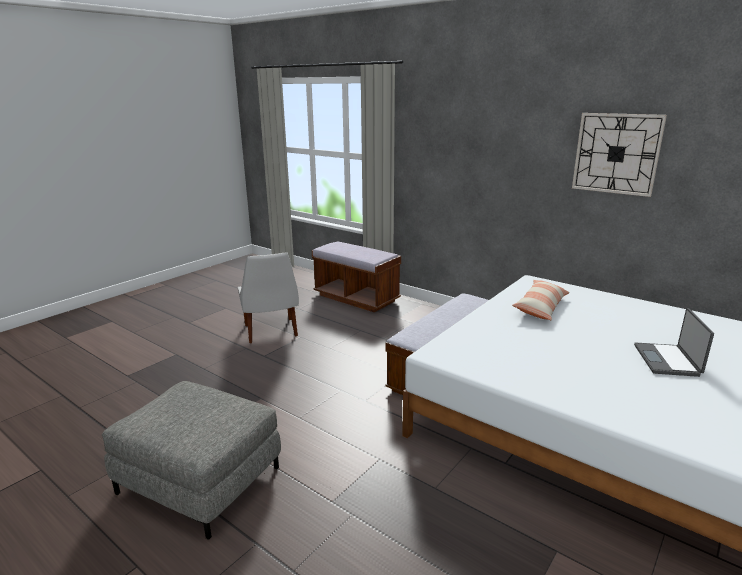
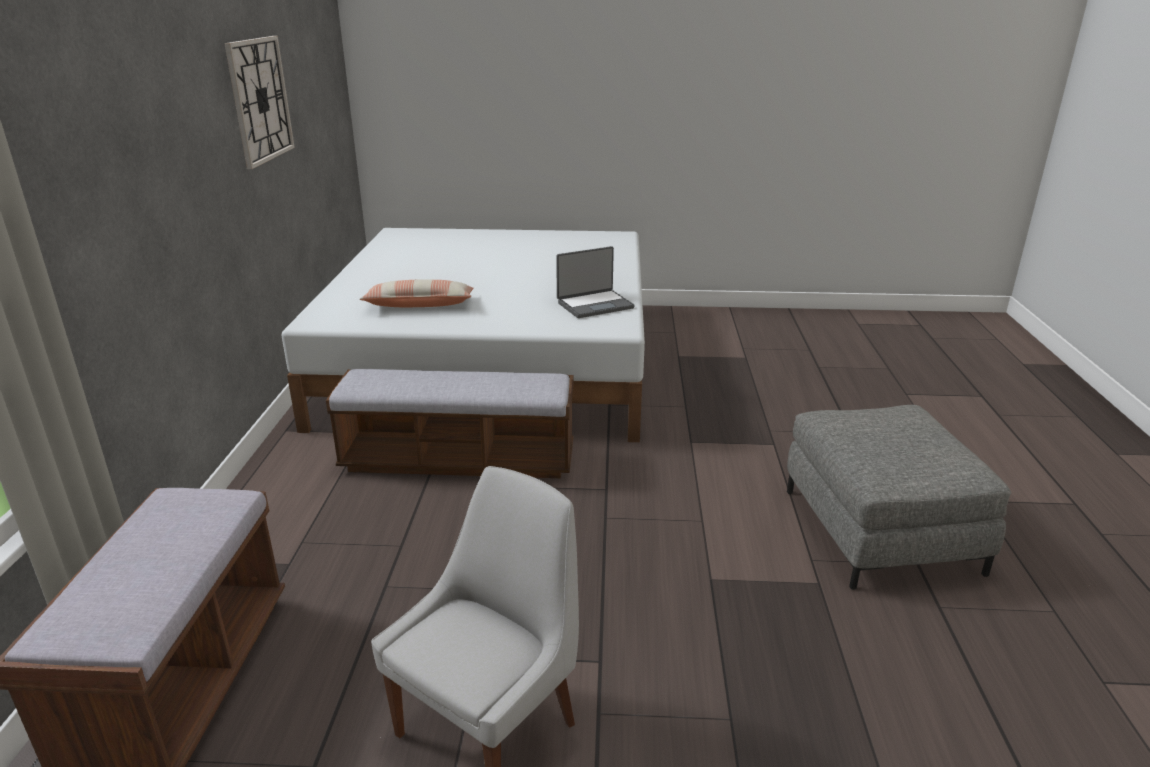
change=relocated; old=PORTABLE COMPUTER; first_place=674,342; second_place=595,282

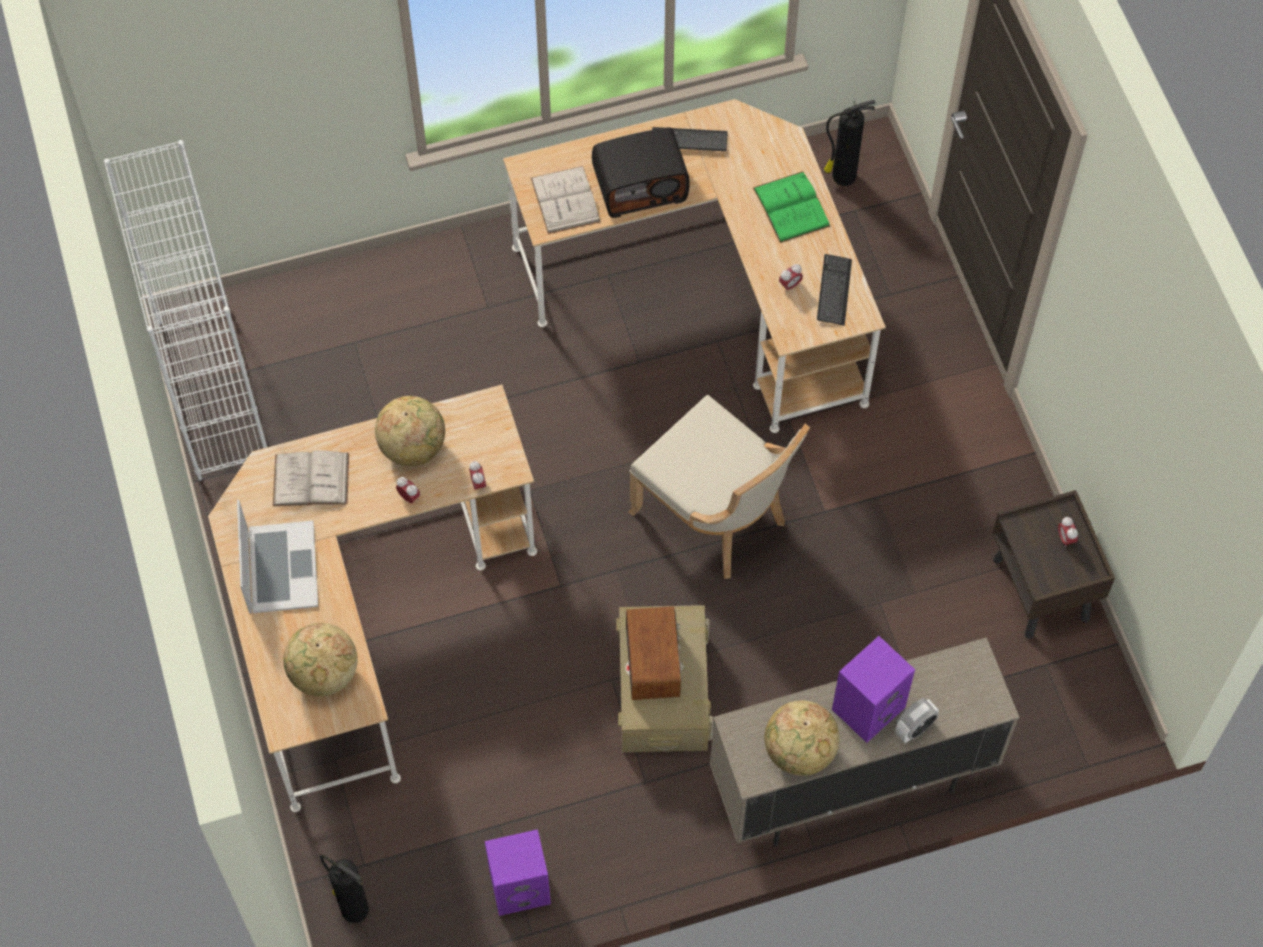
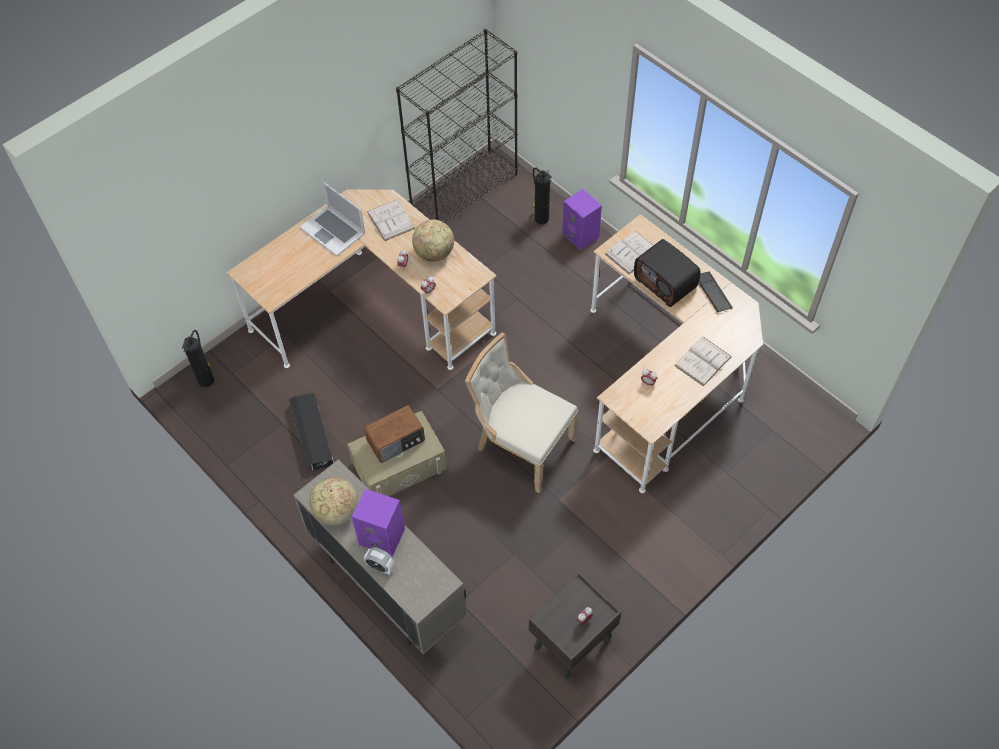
change=relocated; old=FIRE-FIGHTING CYLINDER; first_place=850,143; second_place=542,195
change=colour; old=WHITE BOOKSHELF; new=BLACK BOOKSHELF; first_place=185,310; second_place=457,126
change=colour; old=GREEN-COLOURED VOLUME; new=WHITE VOLUME; first_place=791,207; second_place=703,362
change=missing; old=KEYBOARD; first_place=834,290
change=spun; old=BEIGE-COLOURED PLAIN CHAIR; first_place=719,487; second_place=521,413; degrees=105
change=spun; old=PORTABLE COMPUTER; first_place=277,557; second_place=332,219; degrees=75
change=missing; old=DESK GLOBE; first_place=320,659
change=relocated; old=PURPLE-COLOURED LOUDSPEAKER; first_place=518,872; second_place=582,219
change=appeared; new=BLACK STORAGE CONTAINER; second_place=311,432

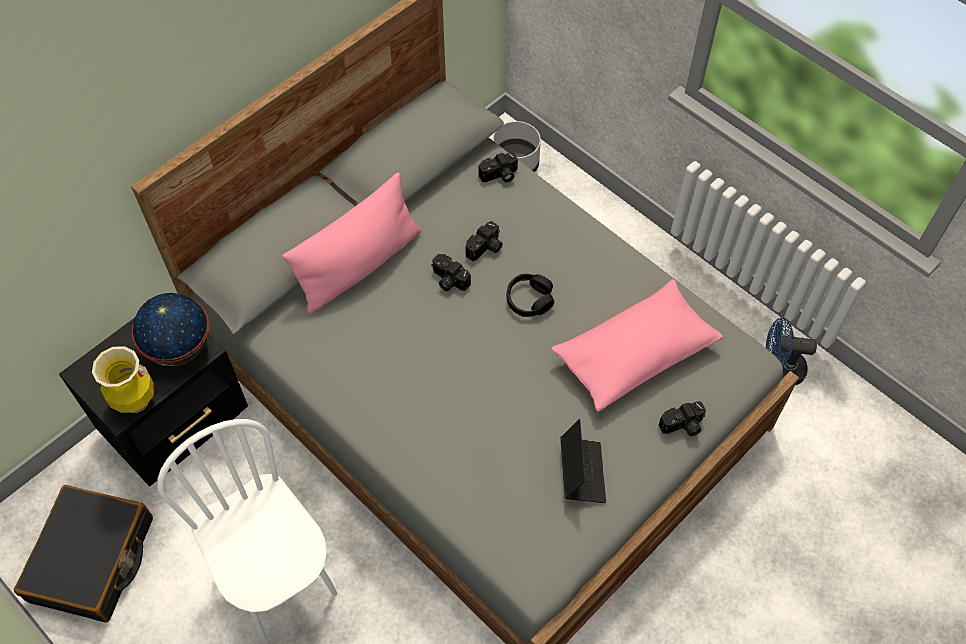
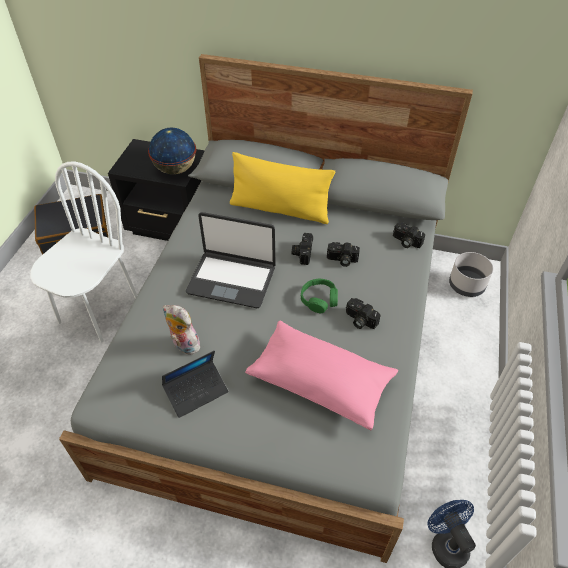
change=colour; old=PINKISH CUSHION; new=YELLOWISH CUSHION; first_place=351,243; second_place=282,188
change=colour; old=BLACK HEADPHONES; new=GREEN-COLOURED HEADPHONES; first_place=530,295; second_place=319,296
change=missing; old=DECORATIVE VASE; first_place=123,379
change=relocated; old=PHOTO CAMERA; first_place=682,418; second_place=363,313
change=appeared; new=PORTABLE COMPUTER; second_place=231,260
change=appeared; new=CUDDLY TOY; second_place=182,330

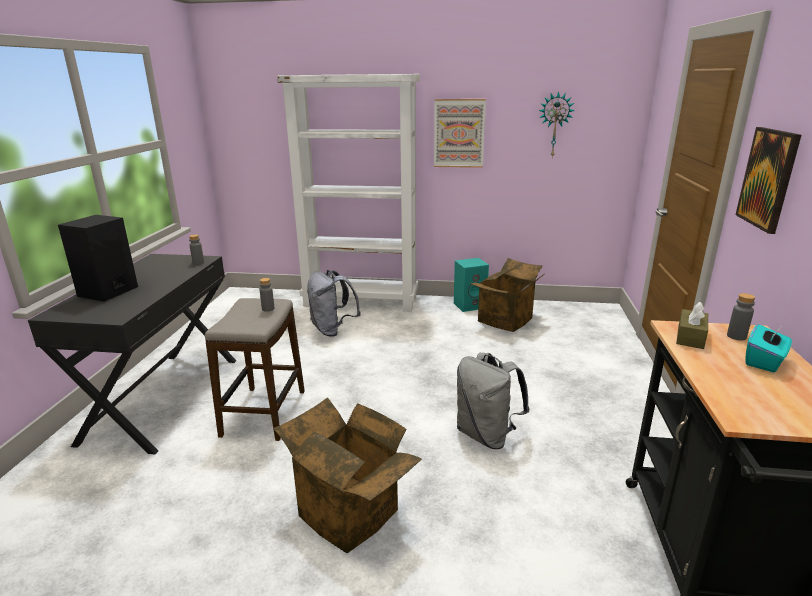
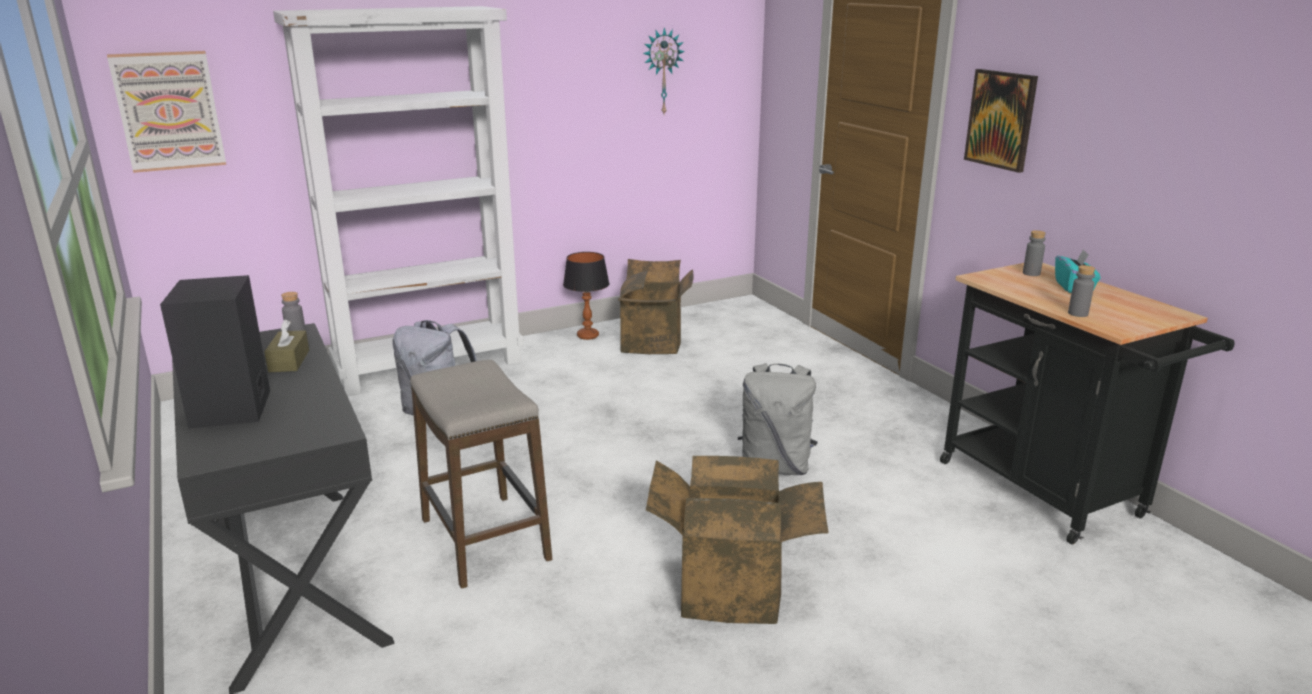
change=relocated; old=WALL ART; first_place=460,133; second_place=166,112
change=exchanged; old=BLUE-GREEN LOUDSPEAKER; new=LAMP FOR A TABLE; first_place=471,285; second_place=586,296
change=relocated; old=GREYISH BEVERAGE BOTTLE; first_place=267,295; second_place=1081,291
change=relocated; old=BROWNISH TISSUE BOX; first_place=692,325; second_place=286,346

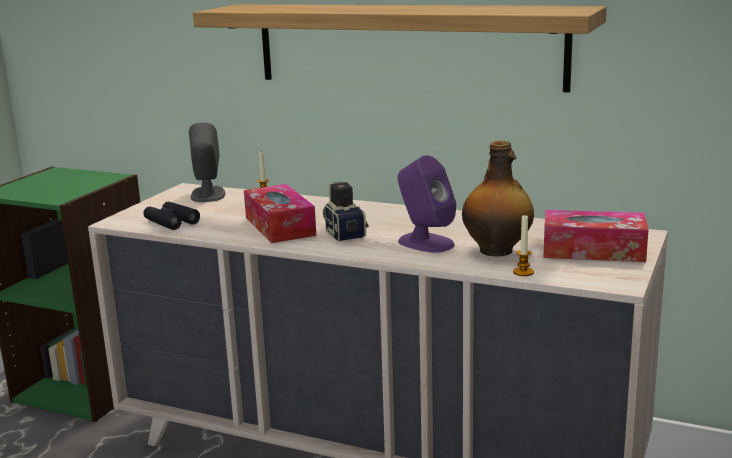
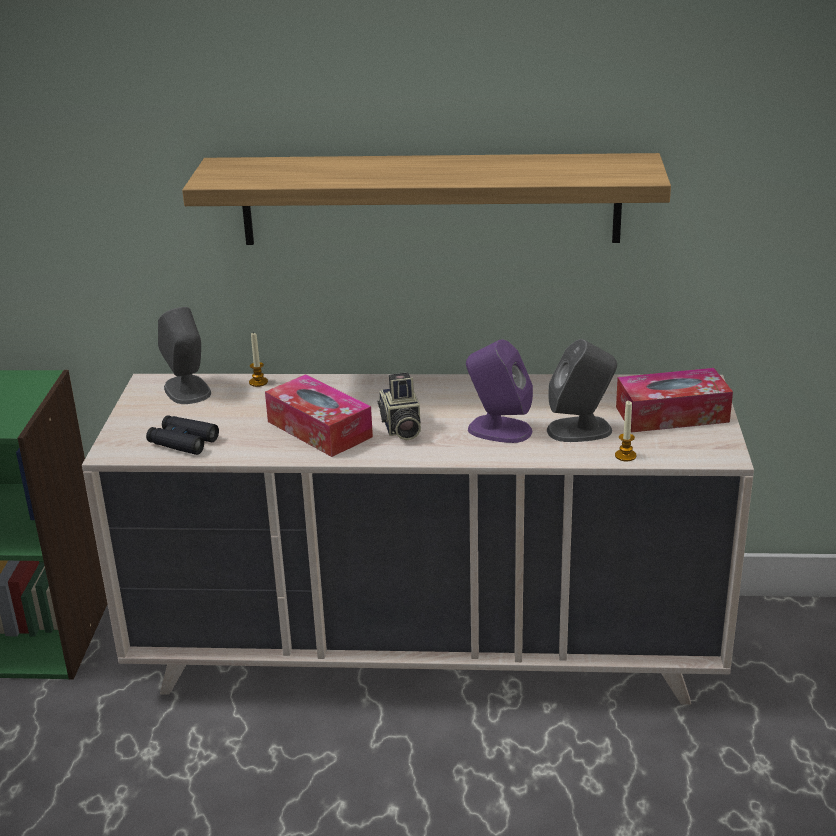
change=exchanged; old=BEVERAGE BOTTLE; new=GREYISH LOUDSPEAKER; first_place=498,198; second_place=582,390
change=spun; old=PHOTO CAMERA; first_place=345,211; second_place=399,406; degrees=-150

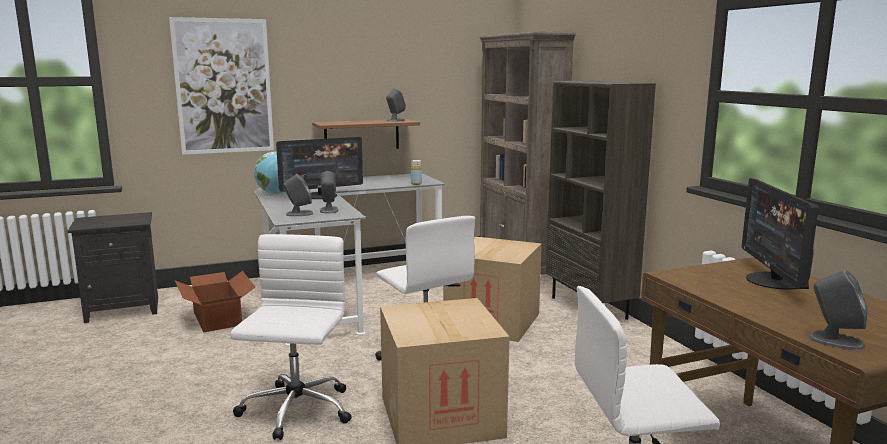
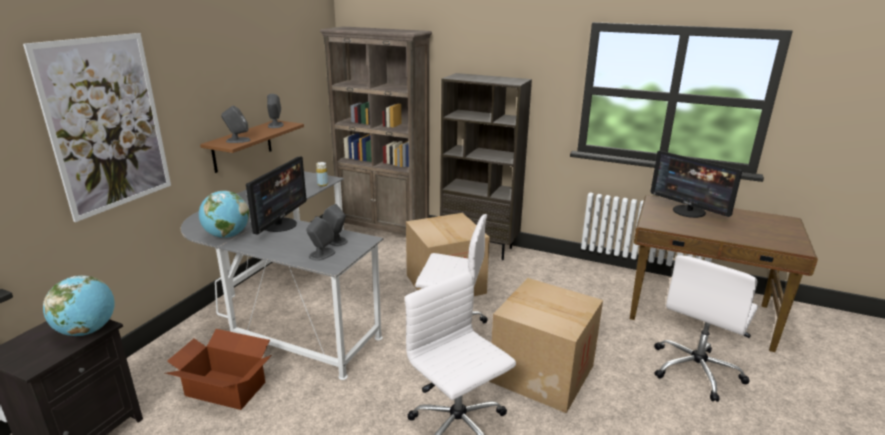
change=relocated; old=GREYISH LOUDSPEAKER; first_place=838,310; second_place=235,124
change=appeared; new=DESK GLOBE; second_place=79,306

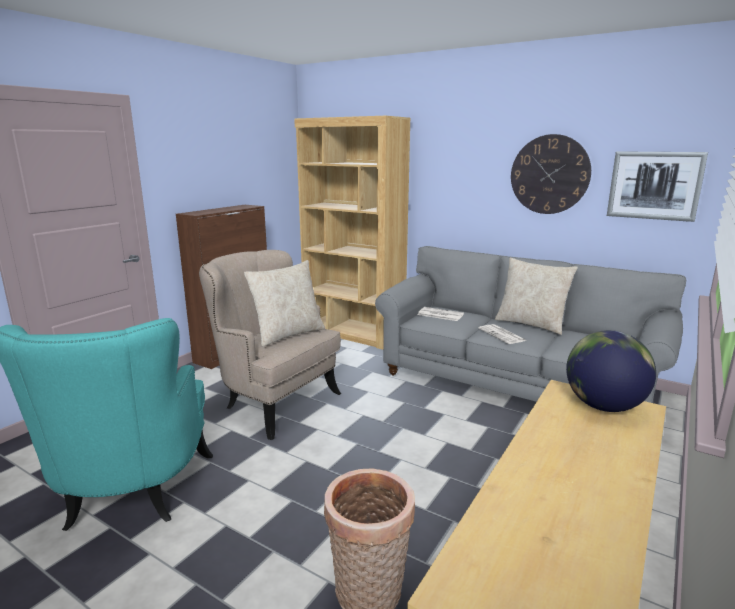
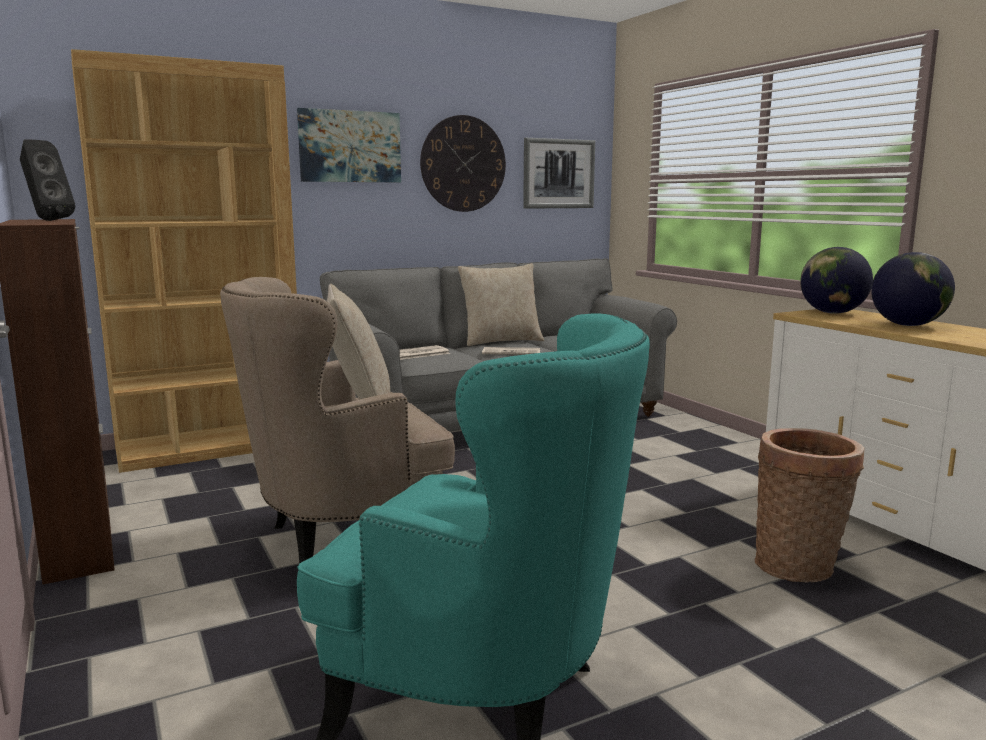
change=appeared; new=WALL ART; second_place=349,145
change=appeared; new=BLACK LOUDSPEAKER; second_place=47,180
change=appeared; new=DESK GLOBE; second_place=913,289

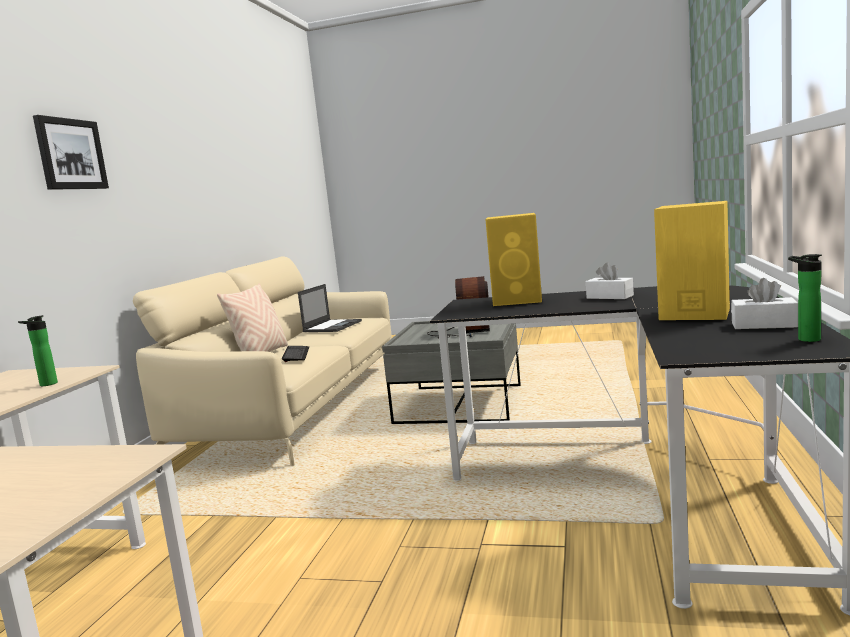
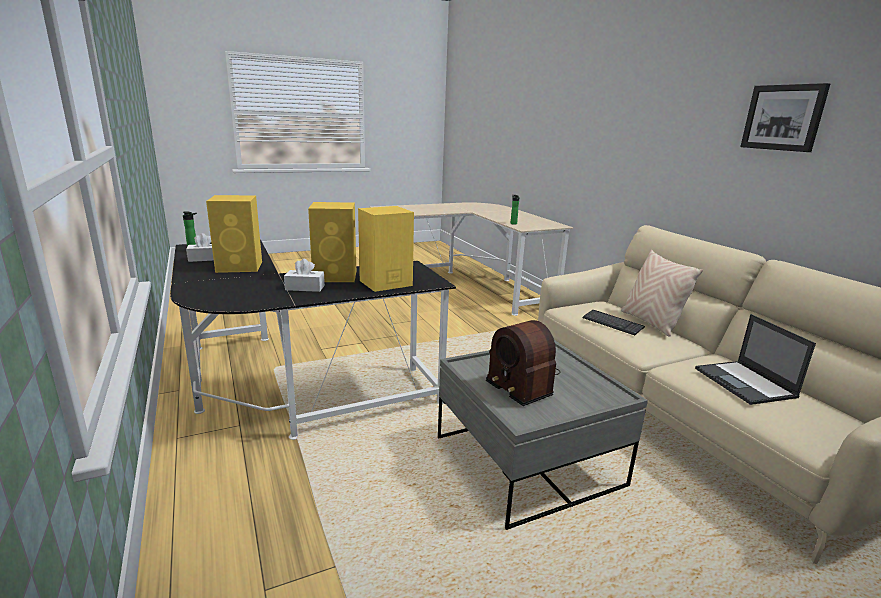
change=relocated; old=WALL ART; first_place=71,152; second_place=785,117
change=appeared; new=YELLOWISH LOUDSPEAKER; second_place=332,242

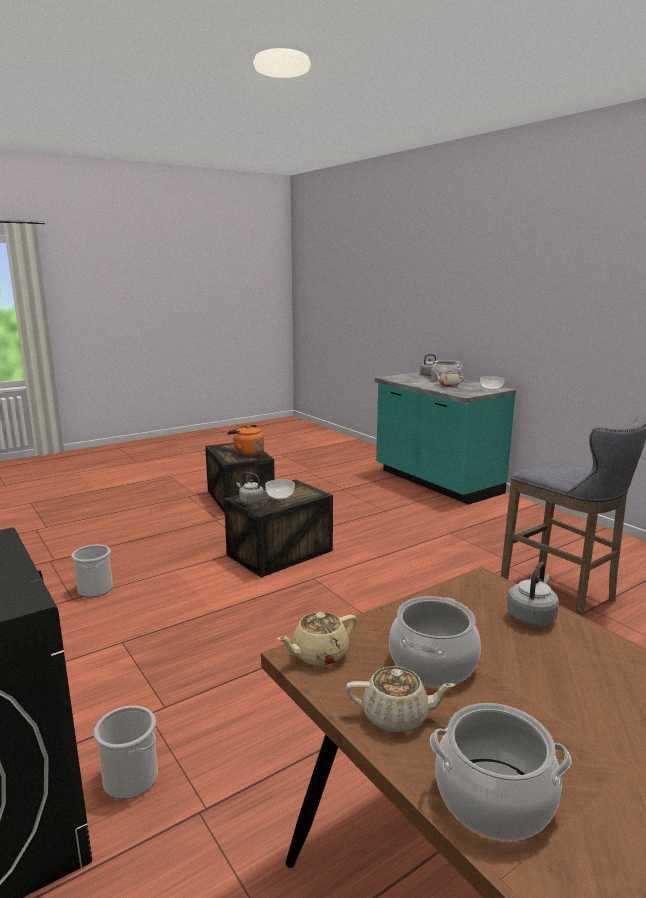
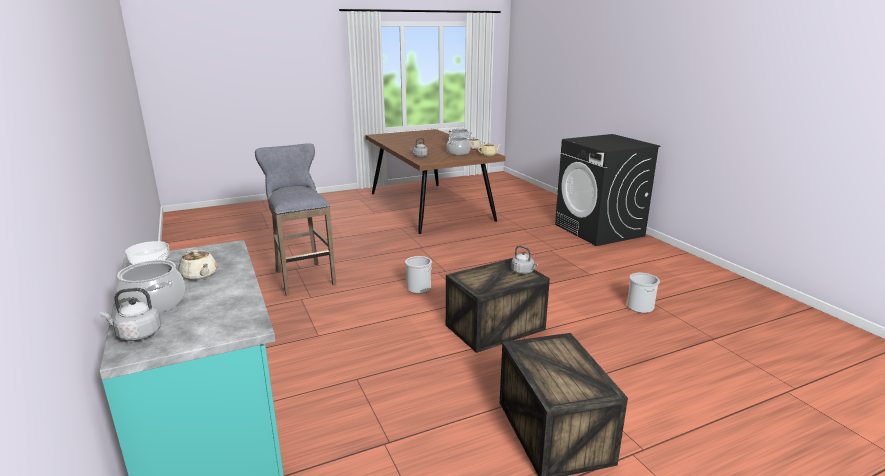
change=missing; old=ORANGE KETTLE; first_place=245,441
change=missing; old=DEEP DISH; first_place=280,489
change=relocated; old=WATER BUCKET; first_place=126,752; second_place=418,275

